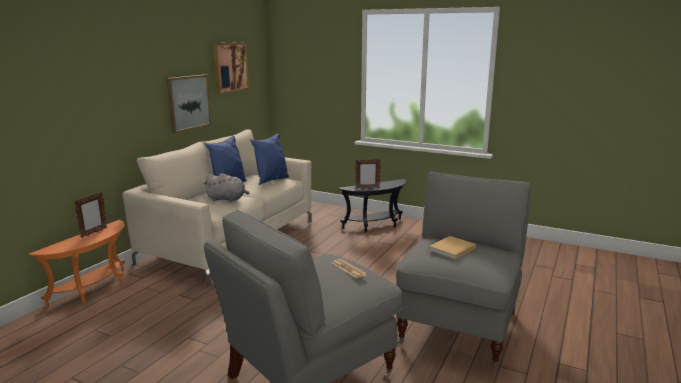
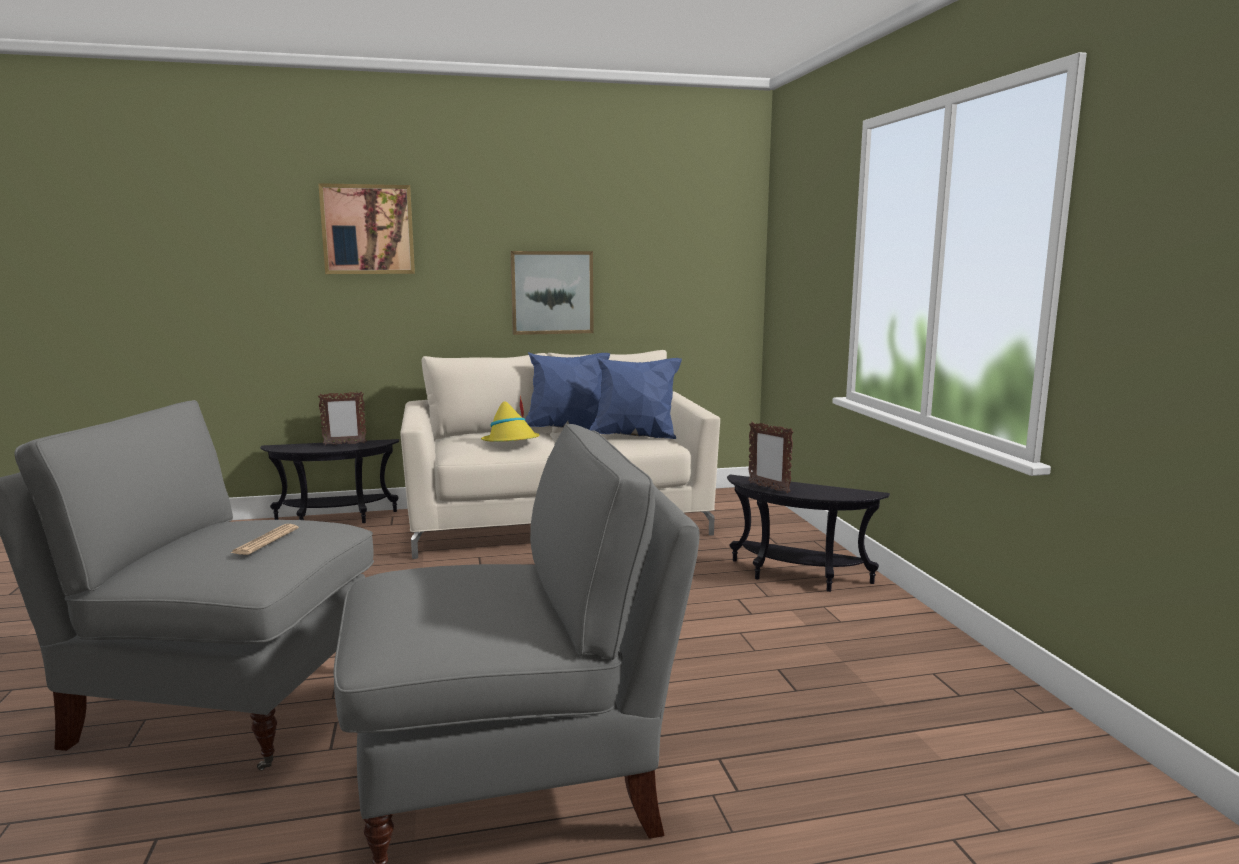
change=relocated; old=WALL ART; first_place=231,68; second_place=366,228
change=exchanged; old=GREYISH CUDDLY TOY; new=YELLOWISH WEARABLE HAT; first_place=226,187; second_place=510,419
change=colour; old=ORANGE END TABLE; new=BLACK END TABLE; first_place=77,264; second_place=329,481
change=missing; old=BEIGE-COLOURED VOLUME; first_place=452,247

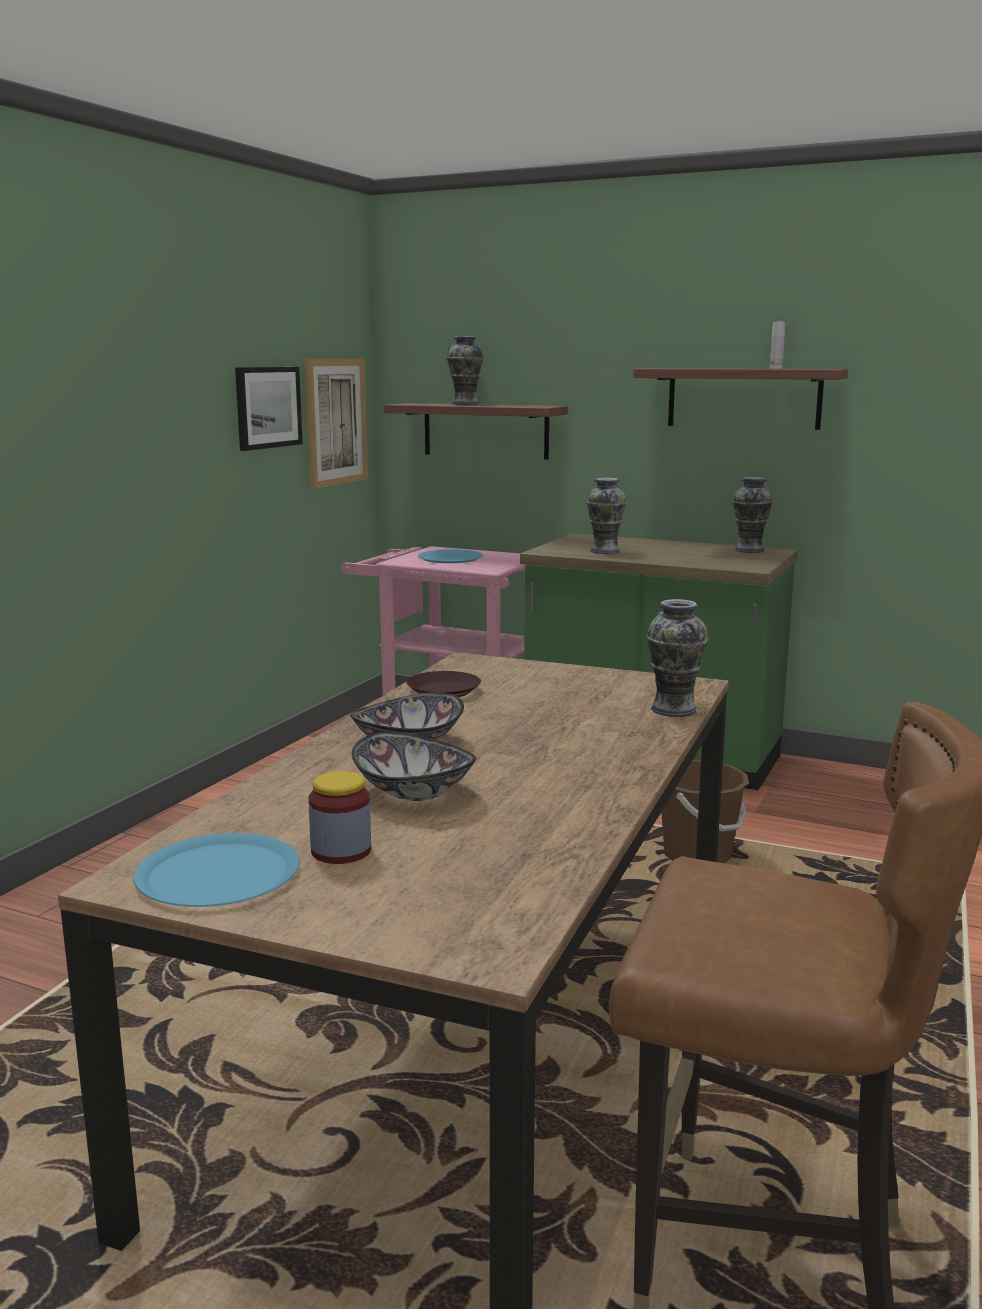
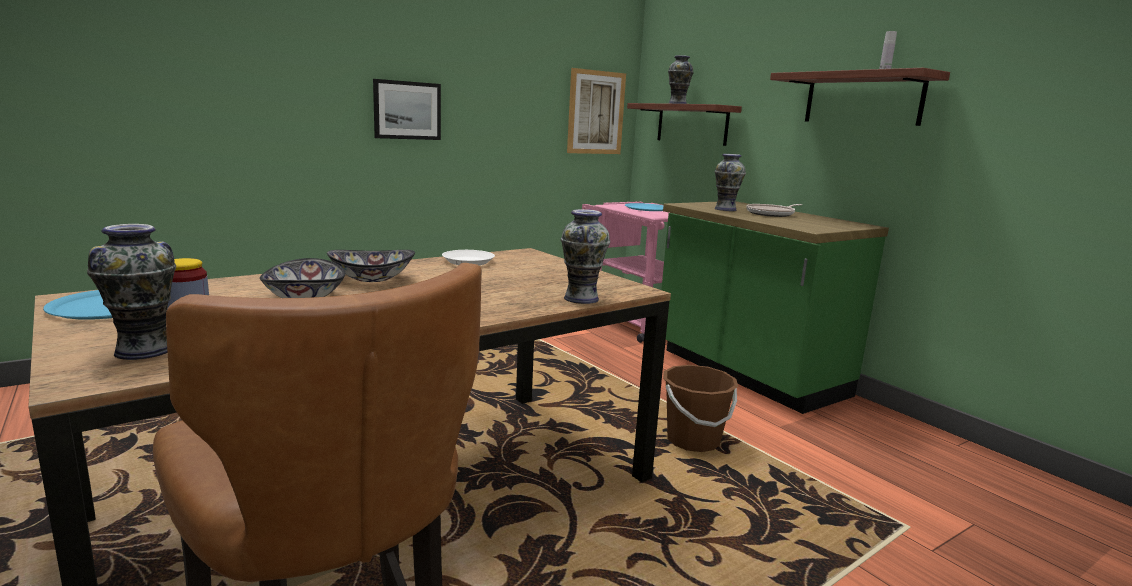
change=relocated; old=WALL ART; first_place=269,409; second_place=407,109
change=relocated; old=DECORATIVE VASE; first_place=752,515; second_place=131,292
change=colour; old=BROWNISH PLATE; new=WHITE PLATE; first_place=443,684; second_place=468,257
change=appeared; new=PAN; second_place=774,210

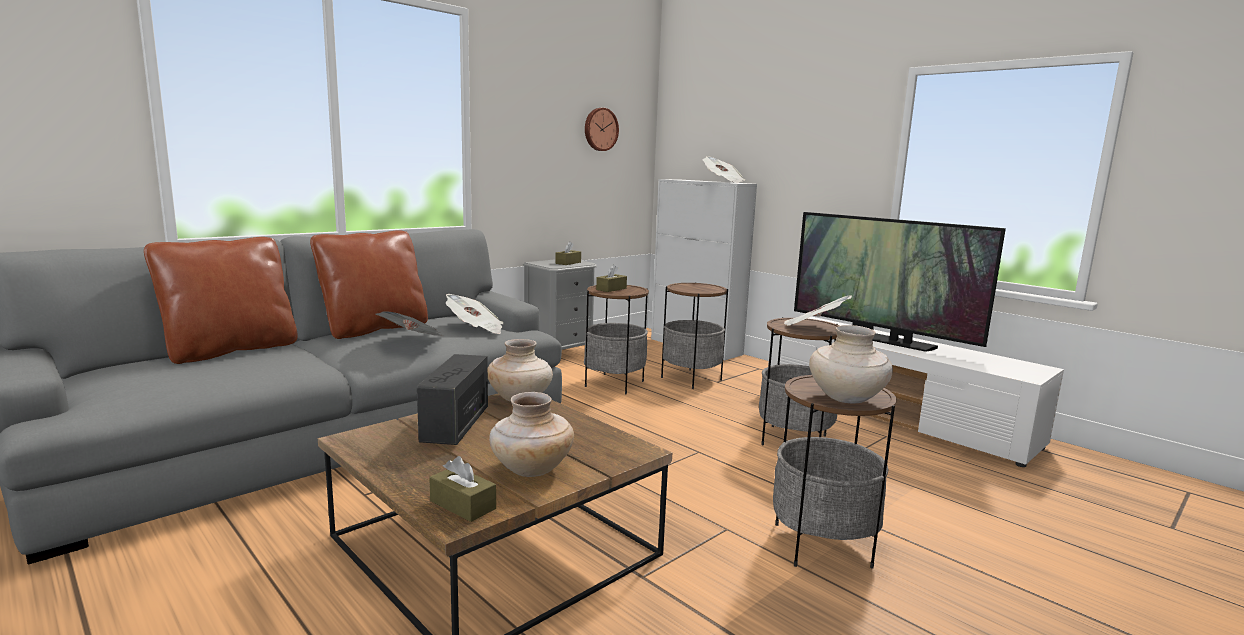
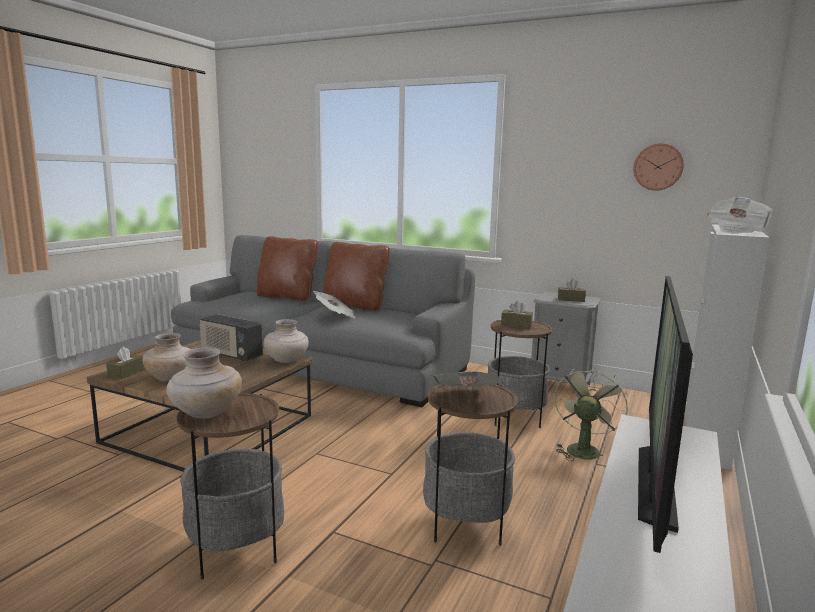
change=exchanged; old=END TABLE; new=GREEN-COLOURED FAN; first_place=694,335; second_place=591,413
change=missing; old=NEWSPAPER; first_place=474,314
change=spun; old=RADIO RECEIVER; first_place=452,399; second_place=231,337; degrees=-135

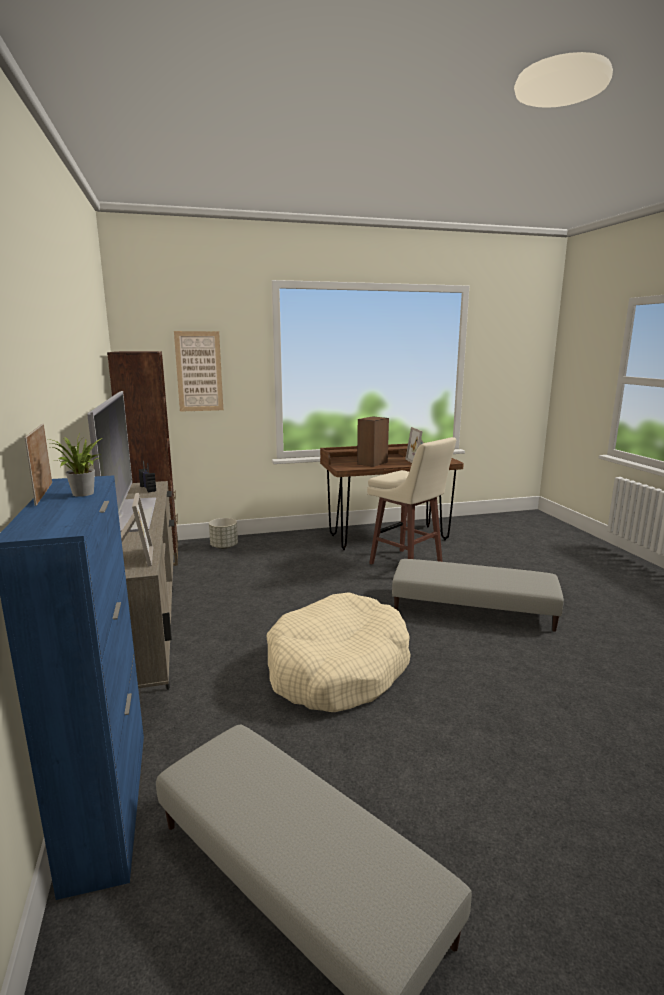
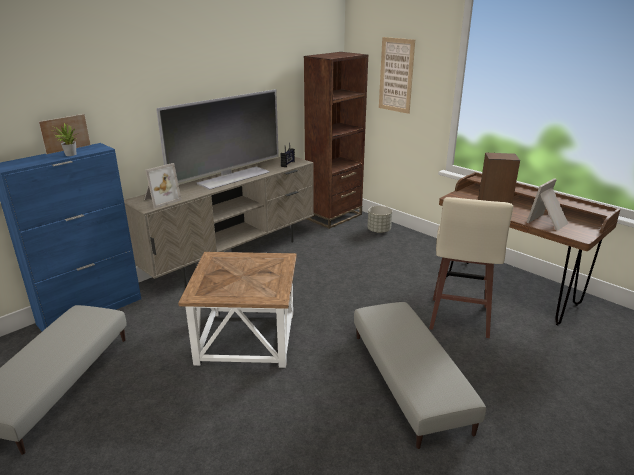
change=exchanged; old=BEIGE-COLOURED DOG BED; new=BROWNISH END TABLE; first_place=338,652; second_place=237,310

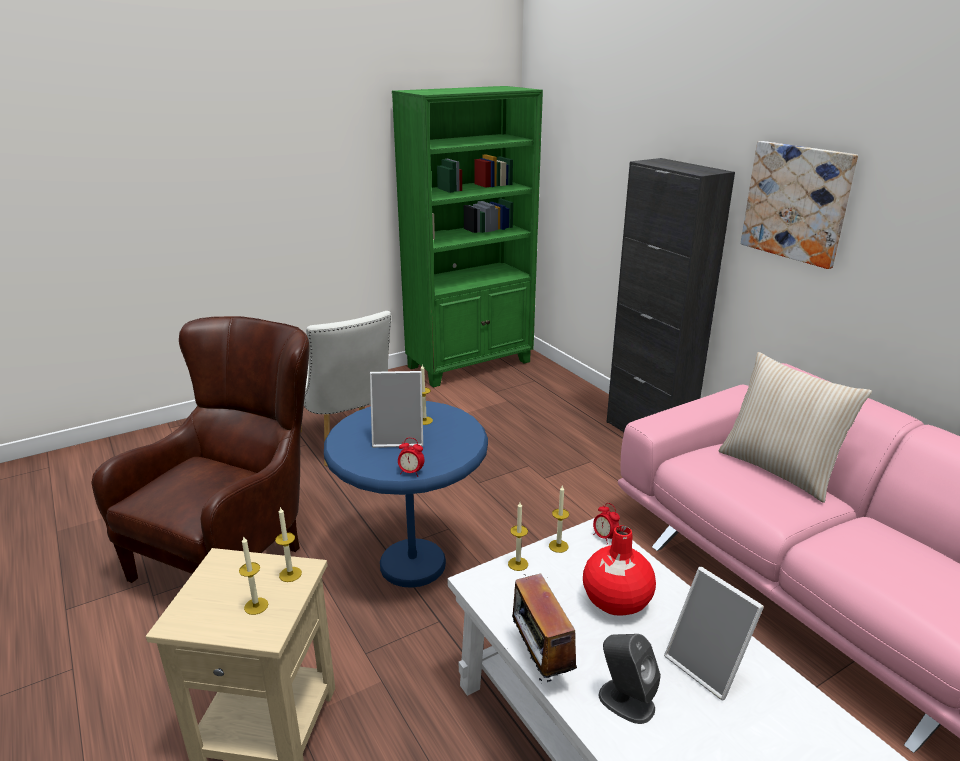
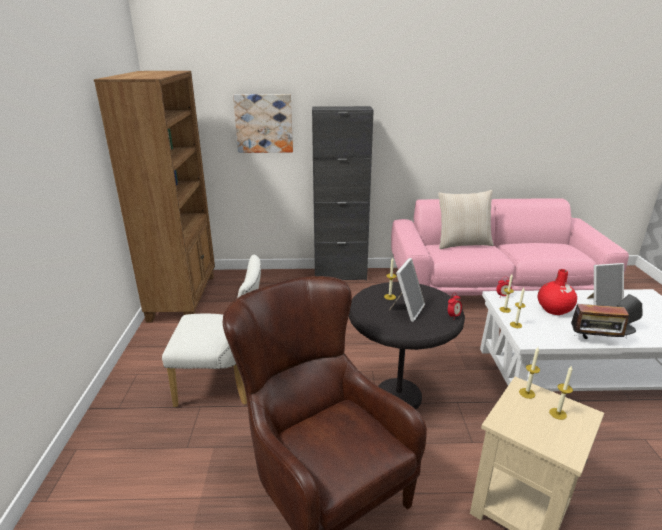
change=colour; old=GREEN-COLOURED BOOKSHELF; new=BROWNISH BOOKSHELF; first_place=467,237; second_place=154,196
change=relocated; old=WALL ART; first_place=799,205; second_place=263,123
change=colour; old=BLUISH END TABLE; new=BLACK END TABLE; first_place=406,494; second_place=407,346

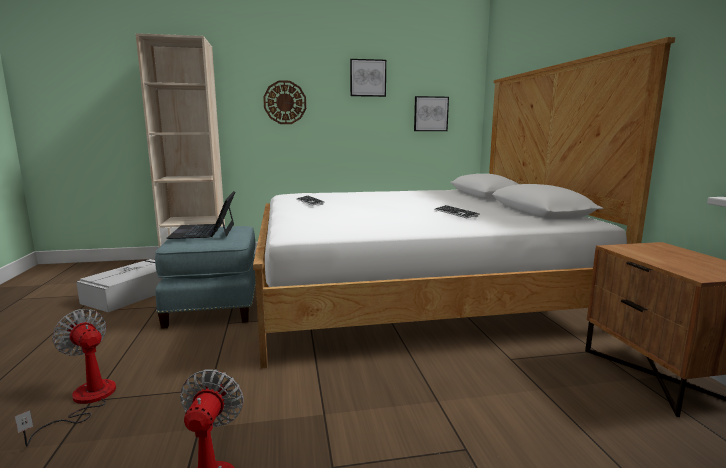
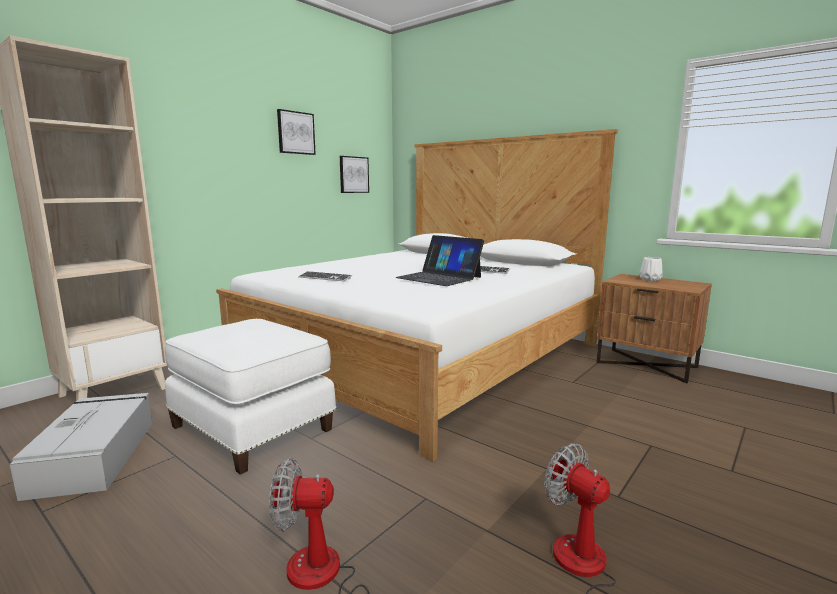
change=missing; old=HANGING CLOCK; first_place=284,102
change=relocated; old=PORTABLE COMPUTER; first_place=200,215; second_place=439,260
change=colour; old=BLUISH FOOTREST; new=WHITE FOOTREST; first_place=205,277; second_place=250,397
change=appeared; new=WHITE DECORATIVE VASE; second_place=651,269

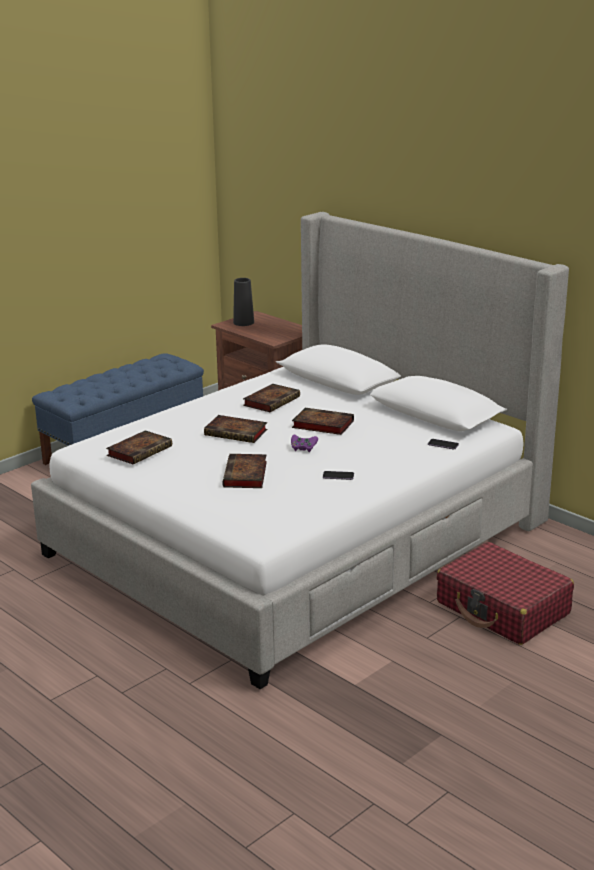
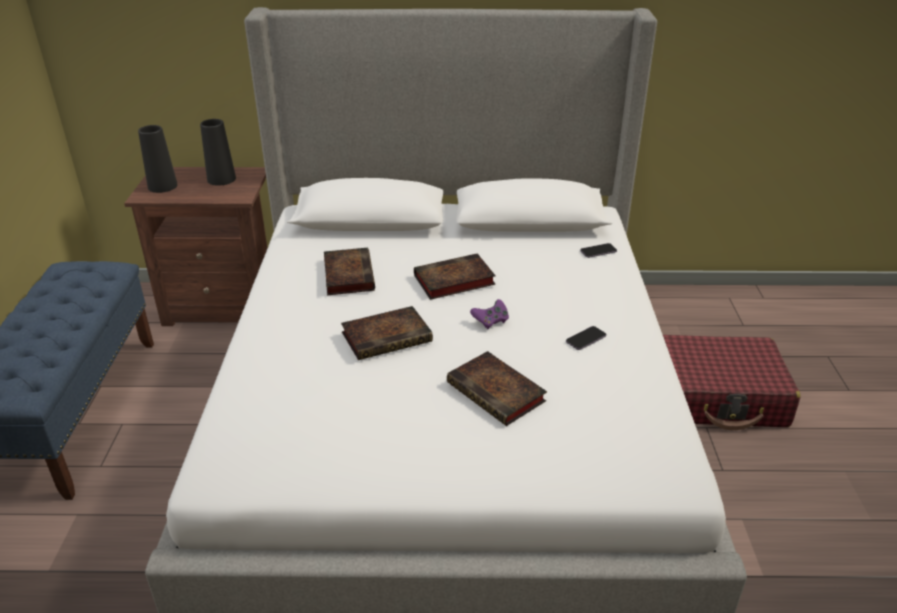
change=missing; old=VOLUME; first_place=139,447
change=appeared; new=BLACK DECORATIVE VASE; second_place=218,152

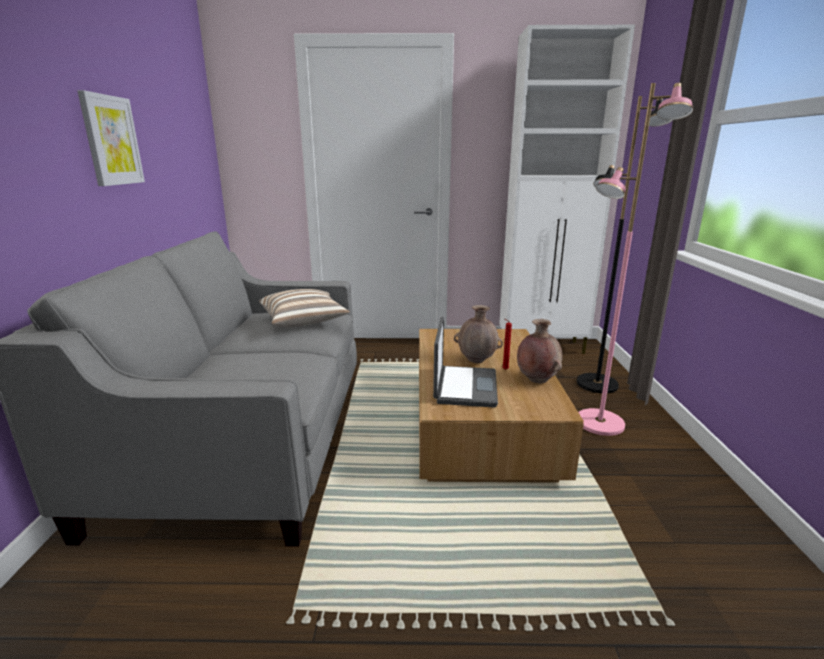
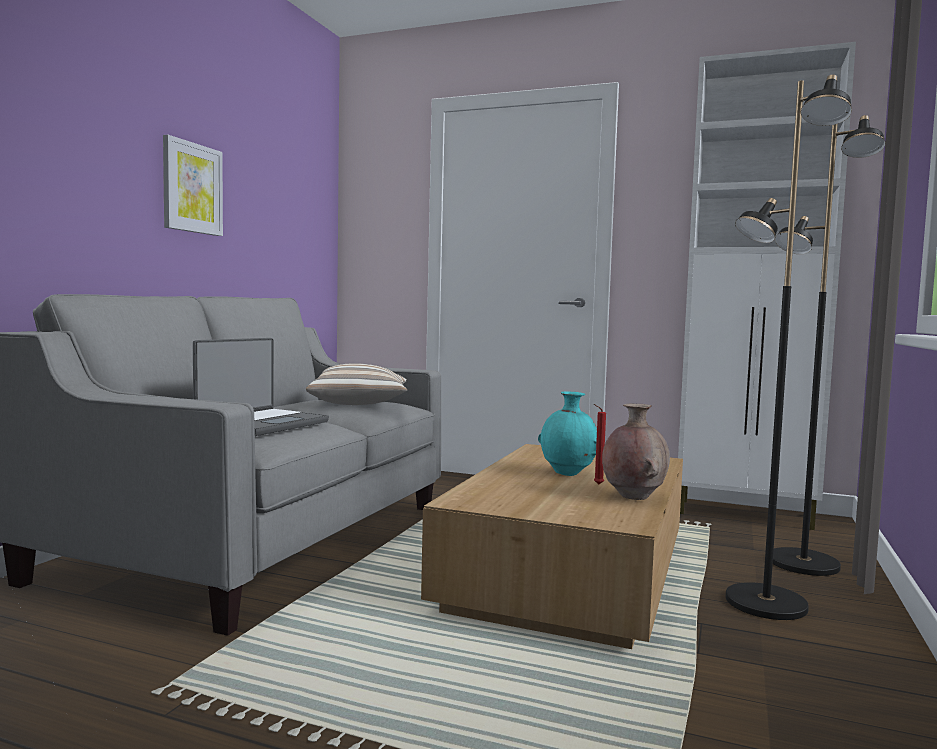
change=colour; old=PINKISH STANDING LAMP; new=BLACK STANDING LAMP; first_place=635,259; second_place=789,347
change=colour; old=BROWNISH DECORATIVE VASE; new=BLUE-GREEN DECORATIVE VASE; first_place=478,334; second_place=567,433
change=relocated; old=PORTABLE COMPUTER; first_place=465,362; second_place=261,387

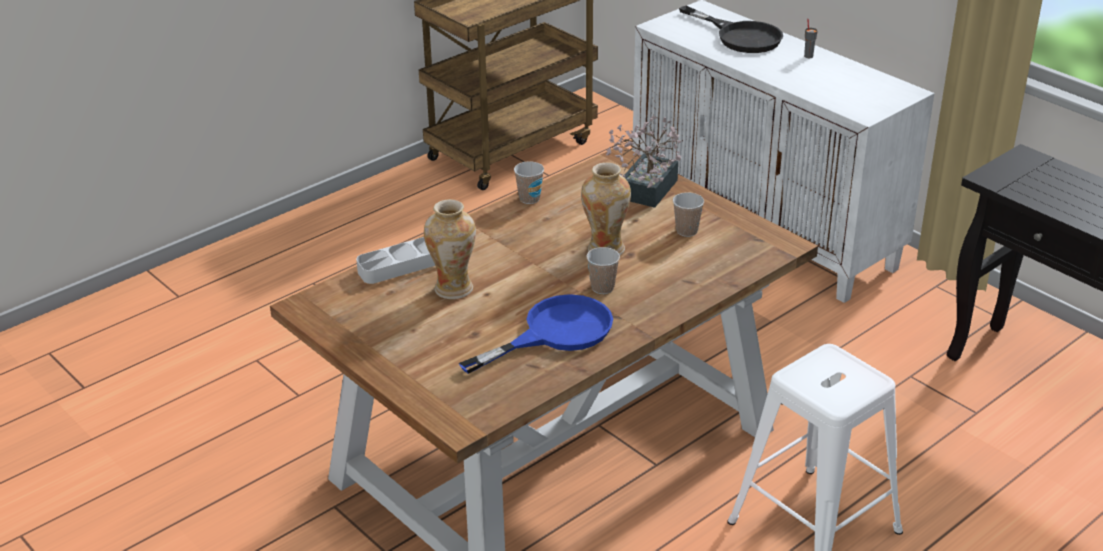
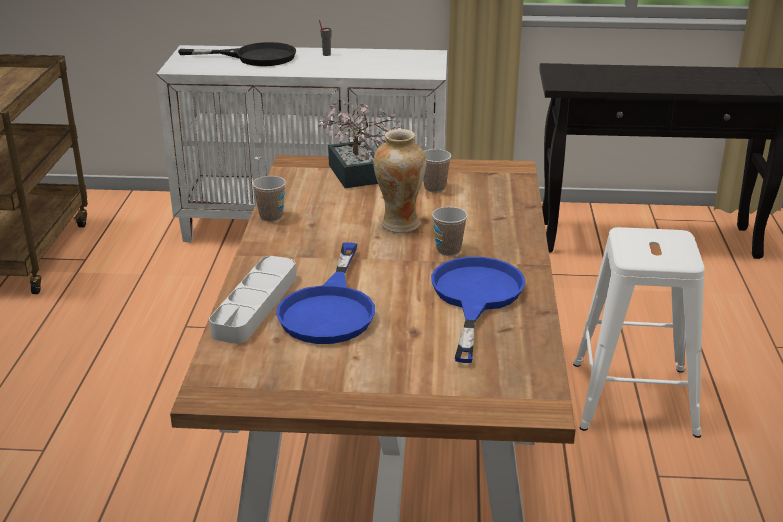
change=exchanged; old=DECORATIVE VASE; new=BLUISH PAN; first_place=450,249; second_place=325,293

